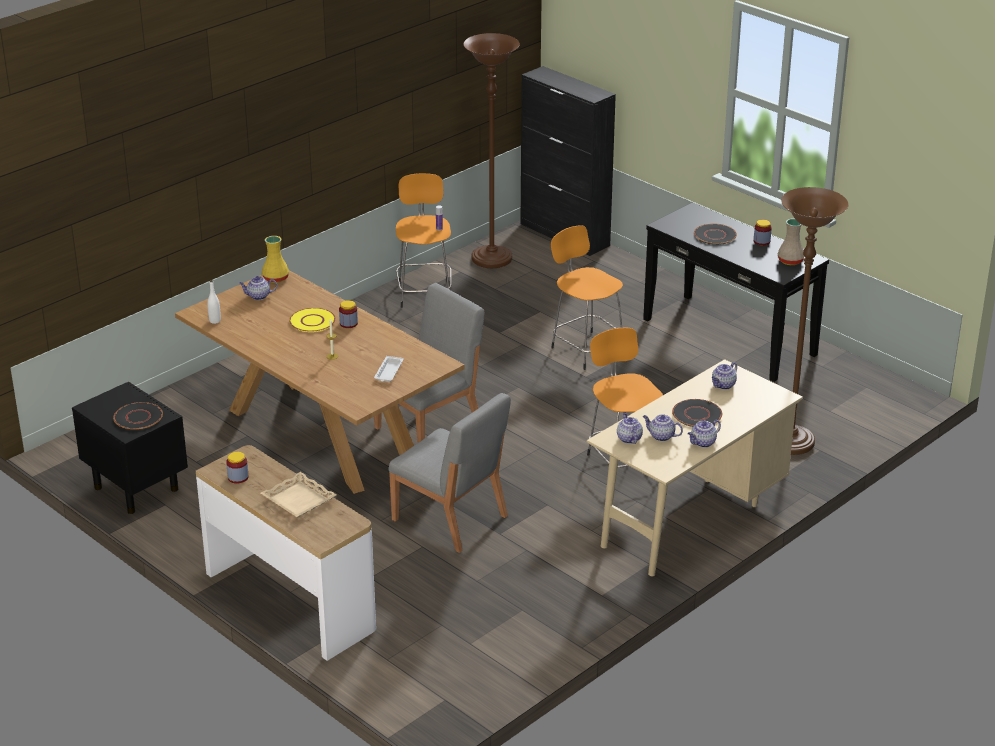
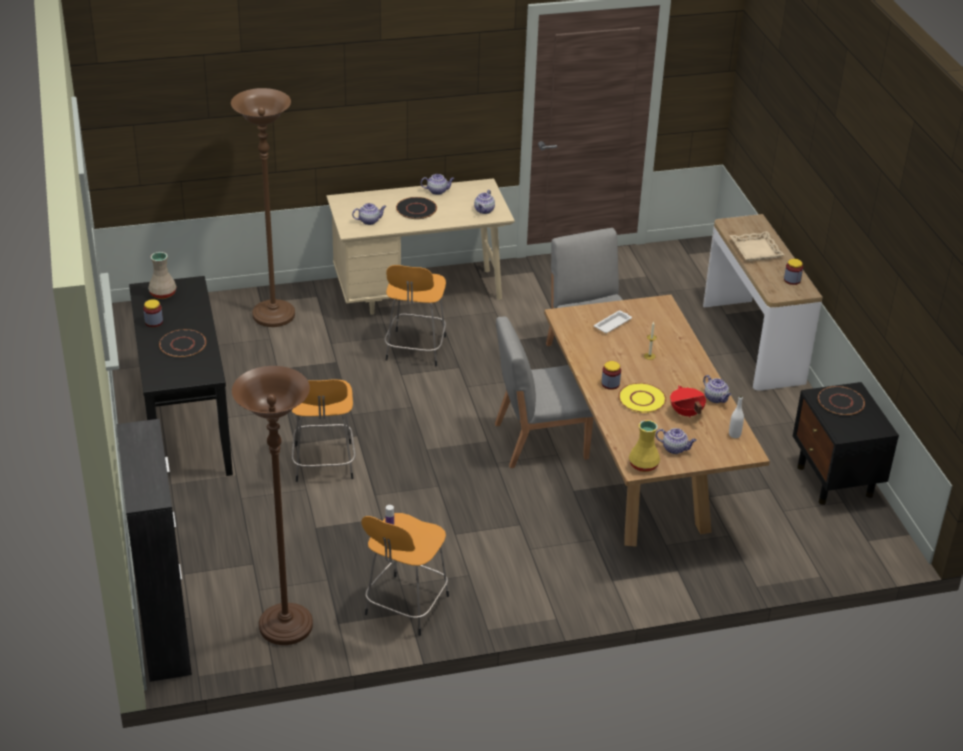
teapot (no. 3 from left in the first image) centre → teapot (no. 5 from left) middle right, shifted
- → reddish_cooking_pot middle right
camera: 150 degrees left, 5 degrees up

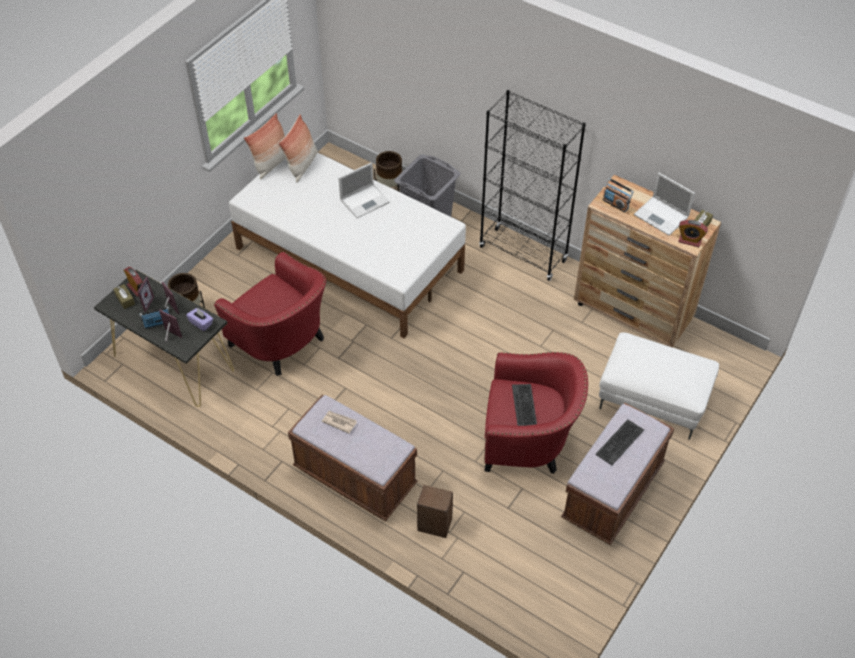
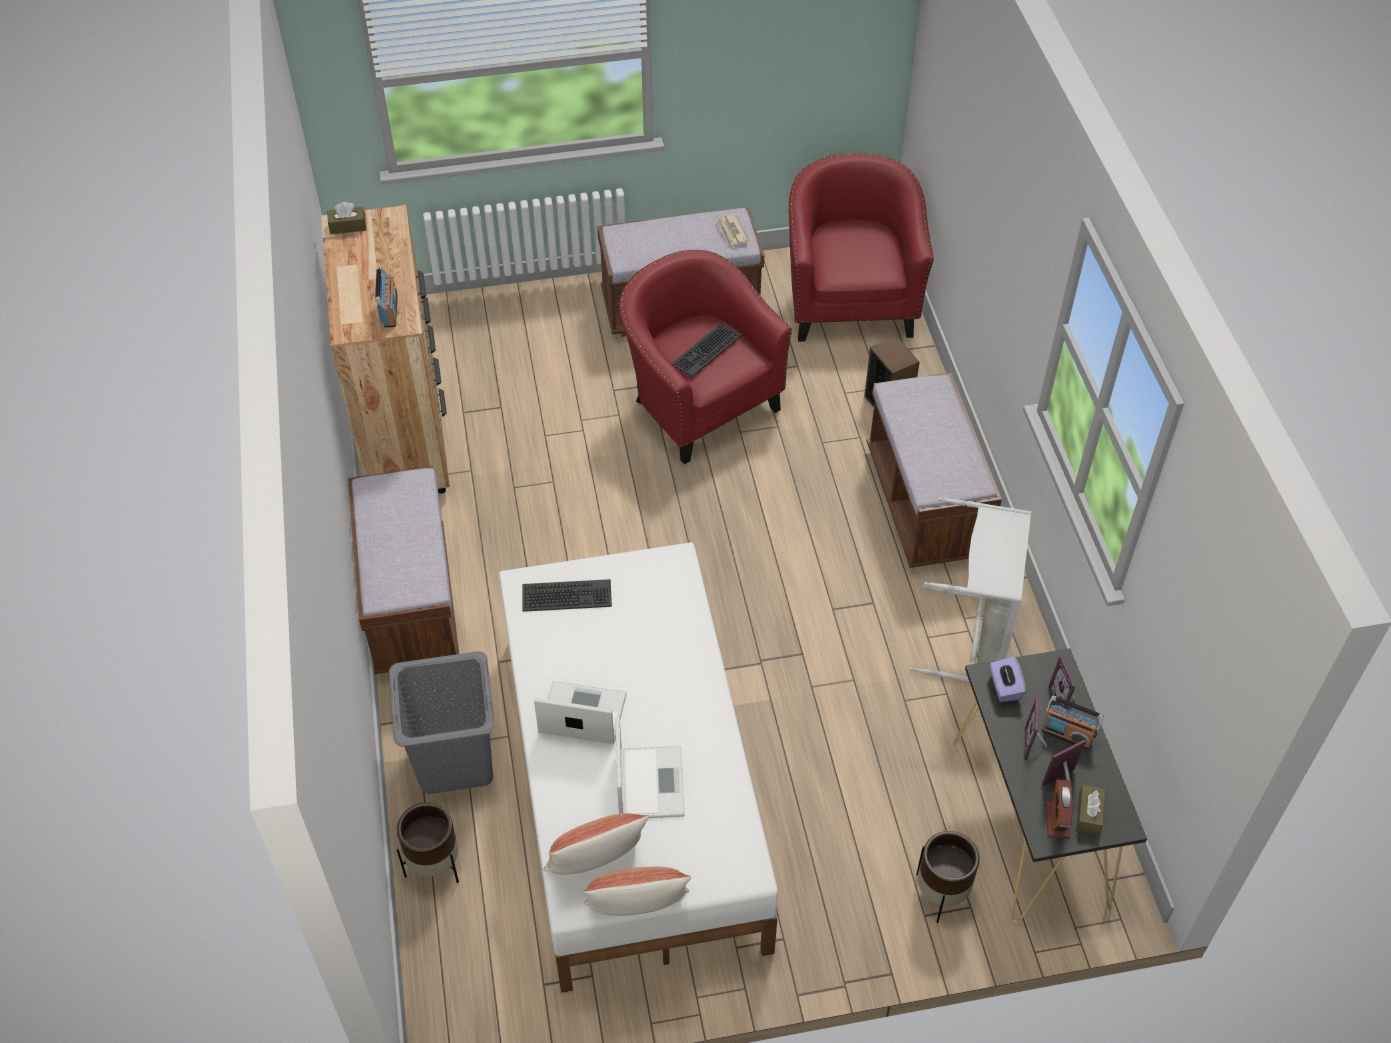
black_bookshelf top centre → brownish_bench (no. 1 from left) middle left
portable_computer (no. 2 from left) top right → portable_computer (no. 2 from left) bottom centre, shifted
table_clock (no. 2 from left) middle right → -
reddish_easy_chair (no. 1 from left in the first image) middle left → reddish_easy_chair (no. 2 from left) top centre, shifted
white_footrest middle right → -
printed_paper centre → printed_paper top centre, shifted
PC_keyboard (no. 2 from left in the first image) bottom right → PC_keyboard (no. 1 from left) centre, shifted
- → greyish_washing_basket (no. 2 from left) middle right
camera: 135 degrees left, 0 degrees up

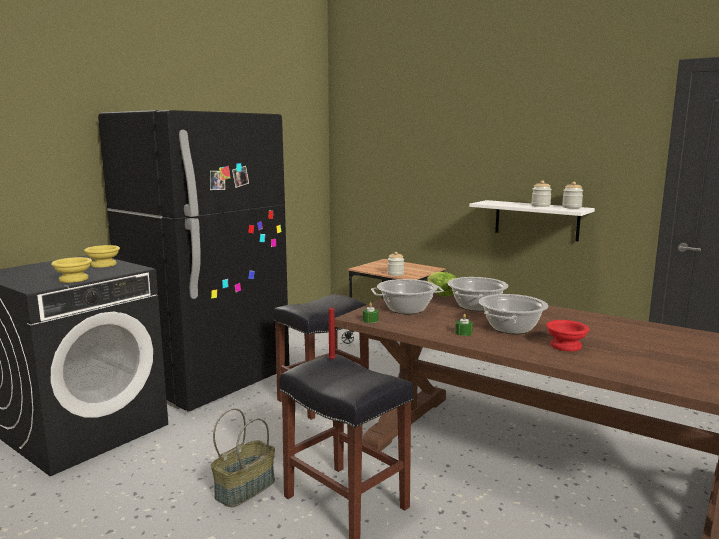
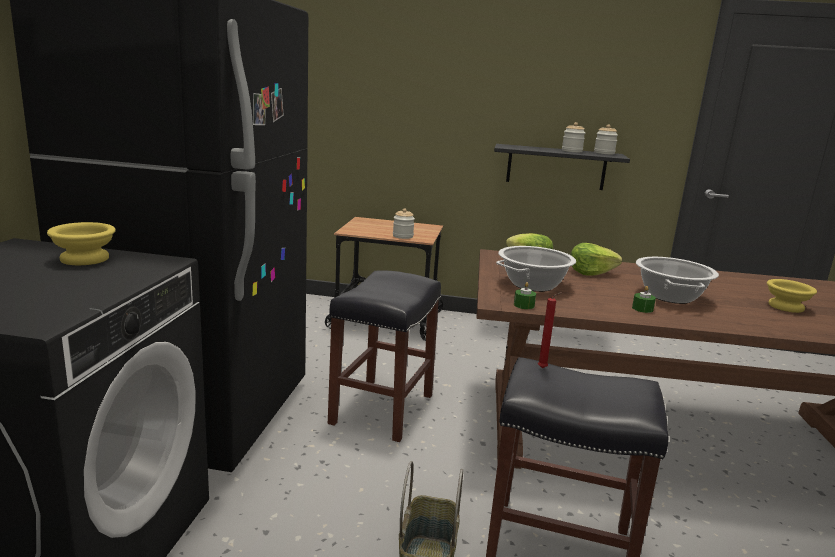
white_shelf middle right → black_shelf top right
yellow-coloured_bowl (no. 1 from left in the first image) middle left → yellow-coloured_bowl (no. 2 from left) middle right, shifted
cooking_pot (no. 2 from left) centre → lettuce_head (no. 2 from left) middle right
reddish_bowl middle right → -
camera: 30 degrees left, 5 degrees up

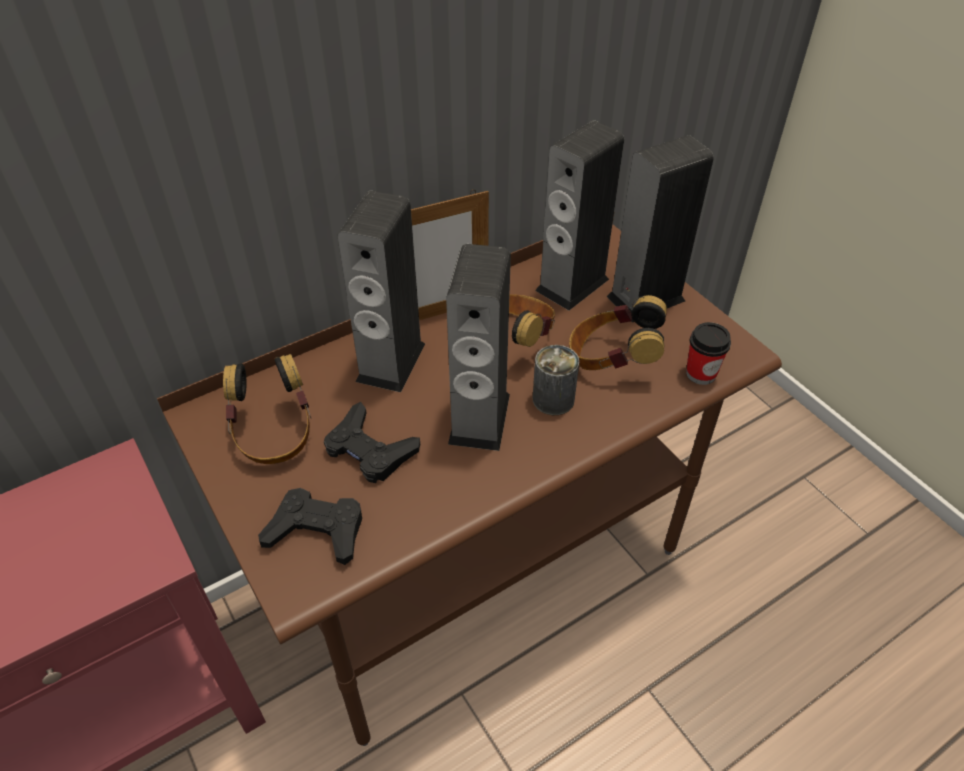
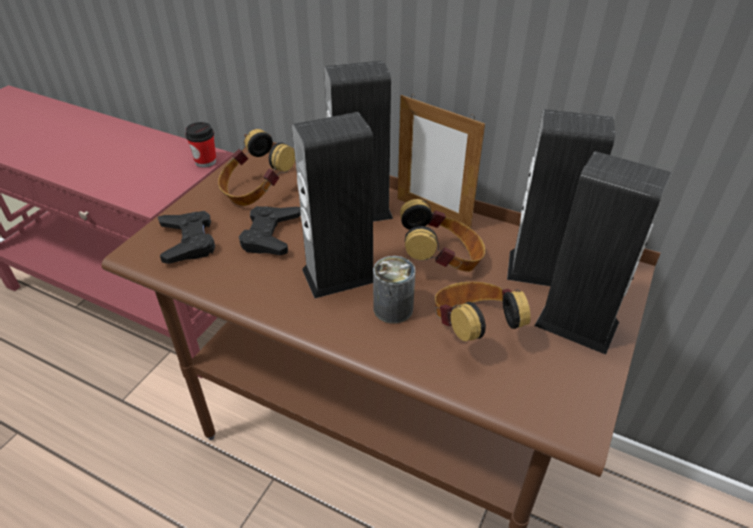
small_cup middle right → small_cup top left, shifted
camera: 60 degrees right, 5 degrees down

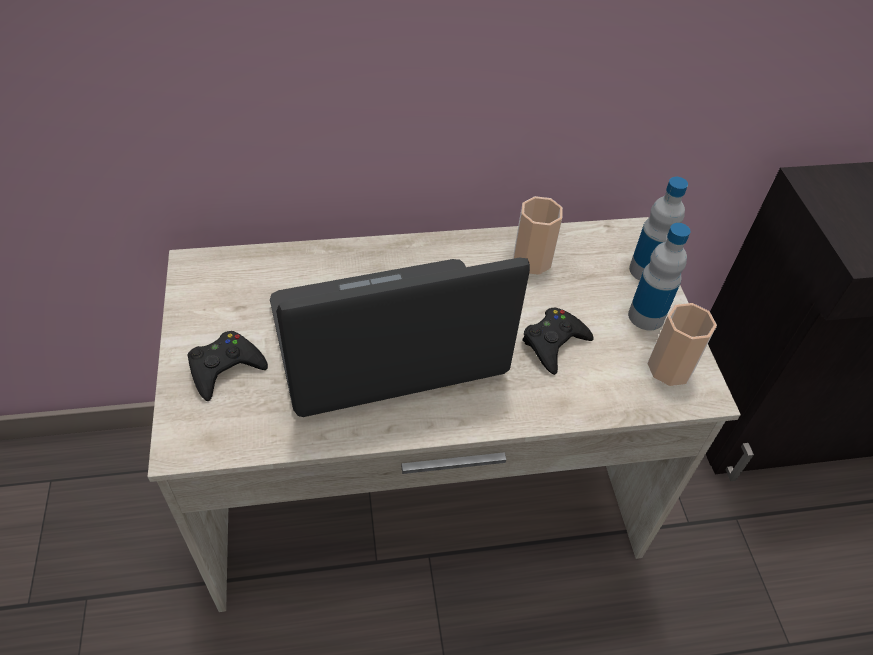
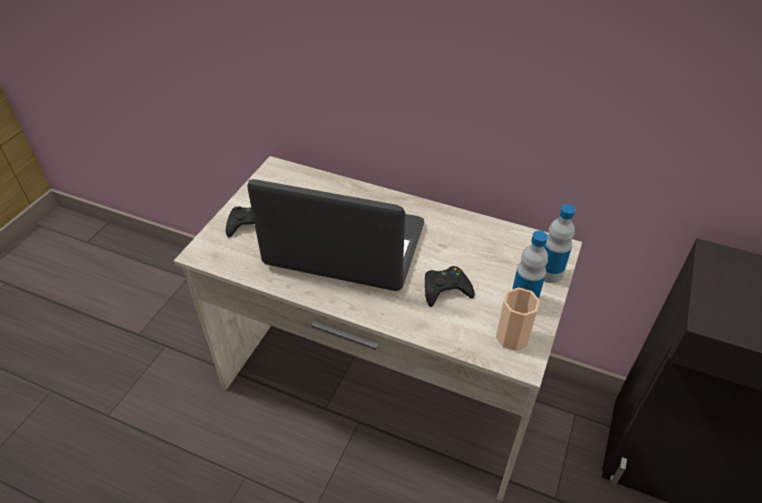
small_cup (no. 1 from left) centre → -
camera: 35 degrees right, 5 degrees down

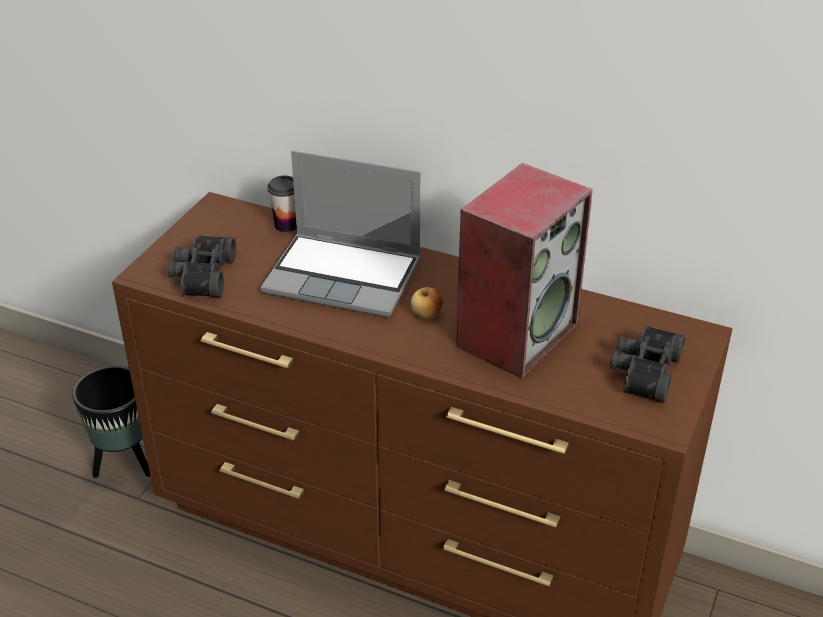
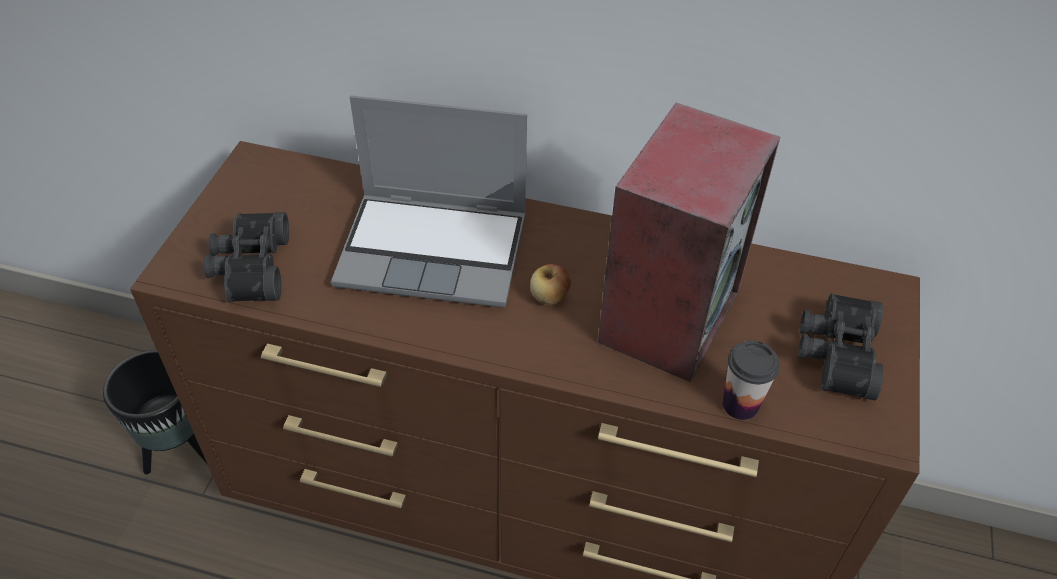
small_cup top centre → small_cup middle right, shifted
camera: 10 degrees left, 10 degrees up

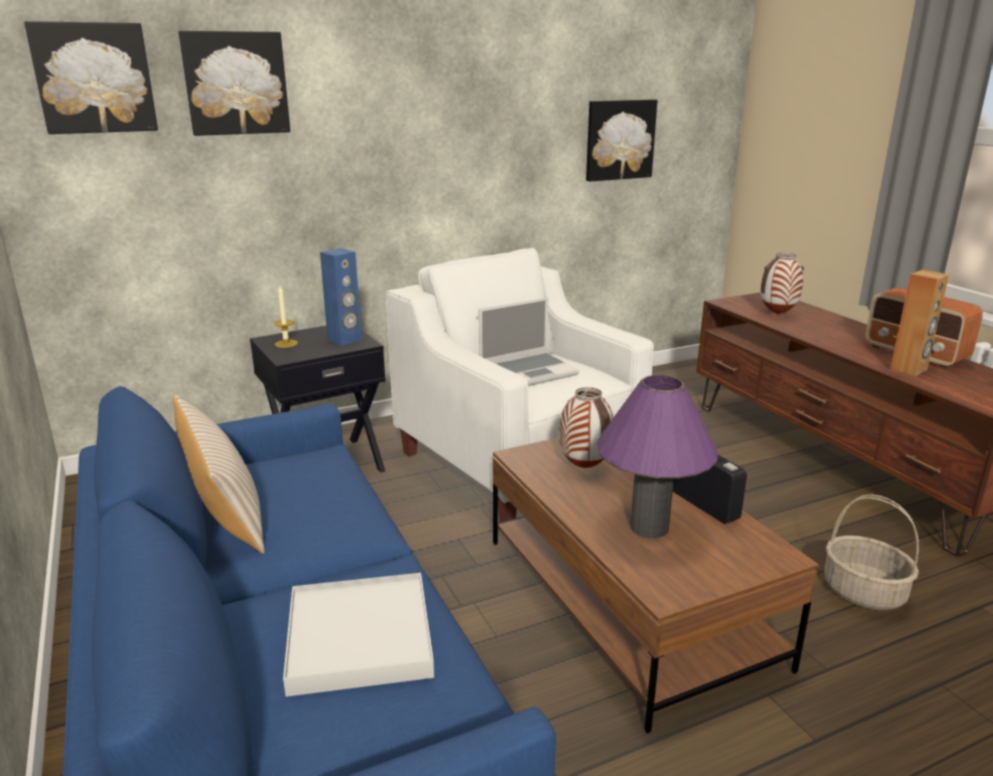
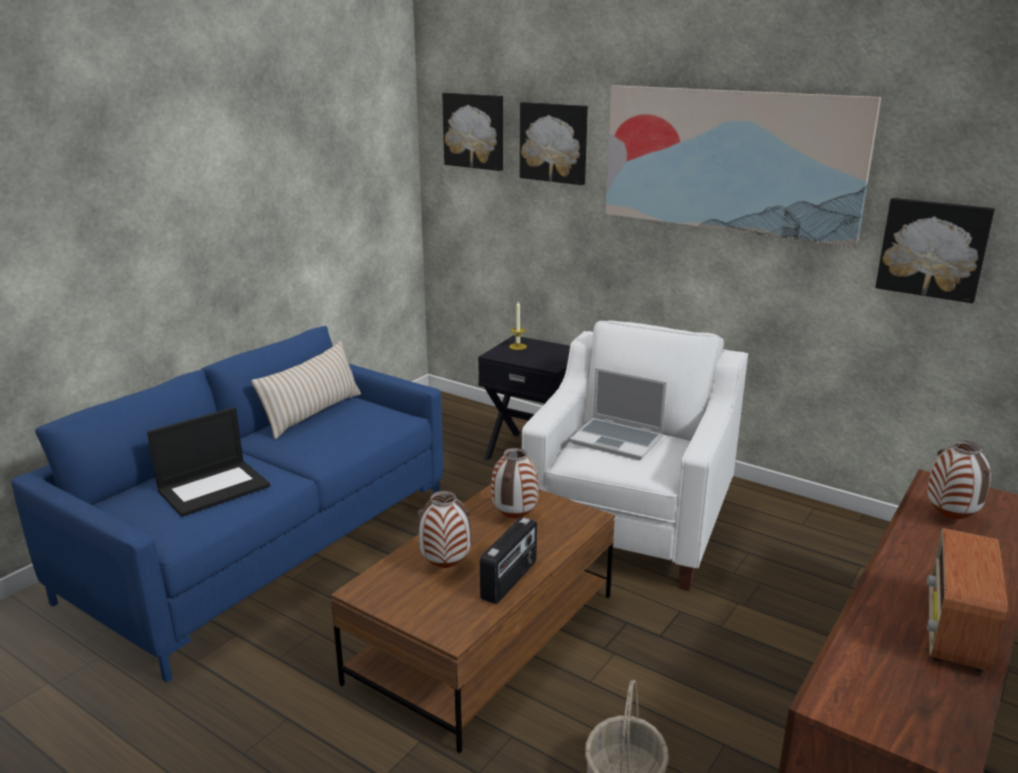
blue_audio_speaker centre → -
brownish_audio_speaker middle right → -
purple_table_lamp centre → flower_vase (no. 1 from left) bottom centre
white_tray bottom centre → portable_computer (no. 1 from left) middle left
- → wall_art (no. 3 from left) top right
camera: 60 degrees right, 0 degrees up

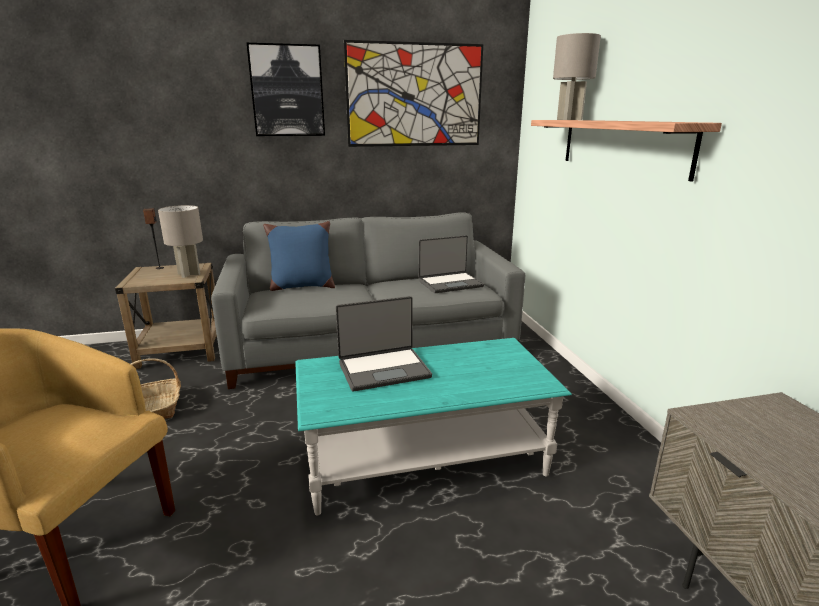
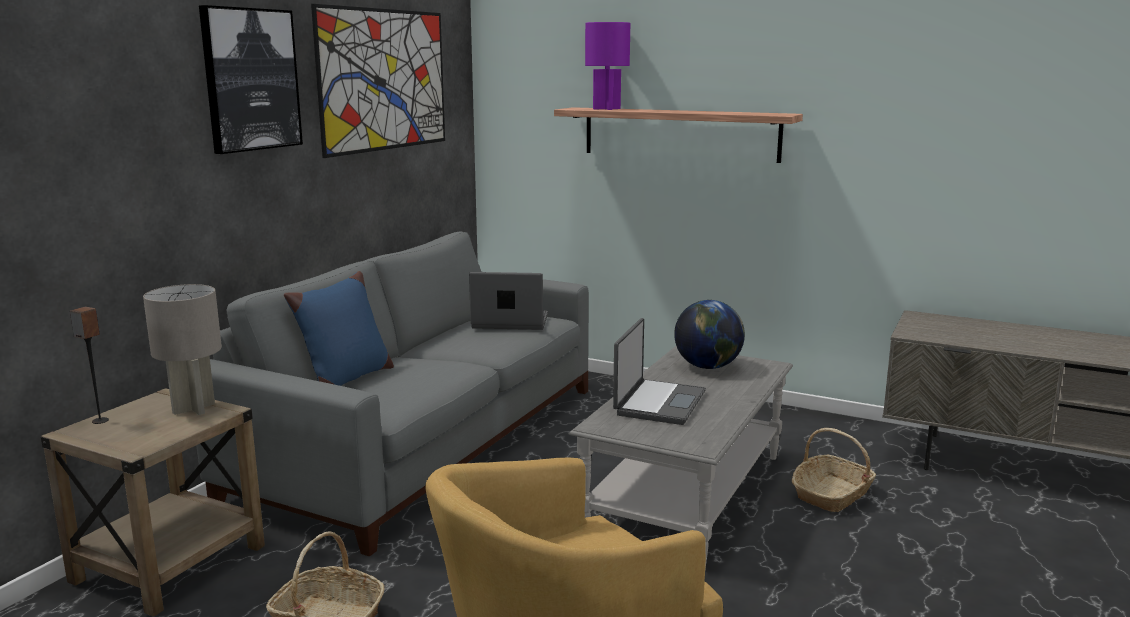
greyish_table_lamp (no. 2 from left) top right → purple_table_lamp top centre
portable_computer (no. 2 from left in the first image) centre → portable_computer (no. 1 from left) centre, 105 degrees counterclockwise
blue-green_coffee_table bottom centre → greyish_coffee_table bottom centre
- → desk_globe centre
- → storage_basket (no. 2 from left) bottom right
camera: 50 degrees left, 5 degrees down

